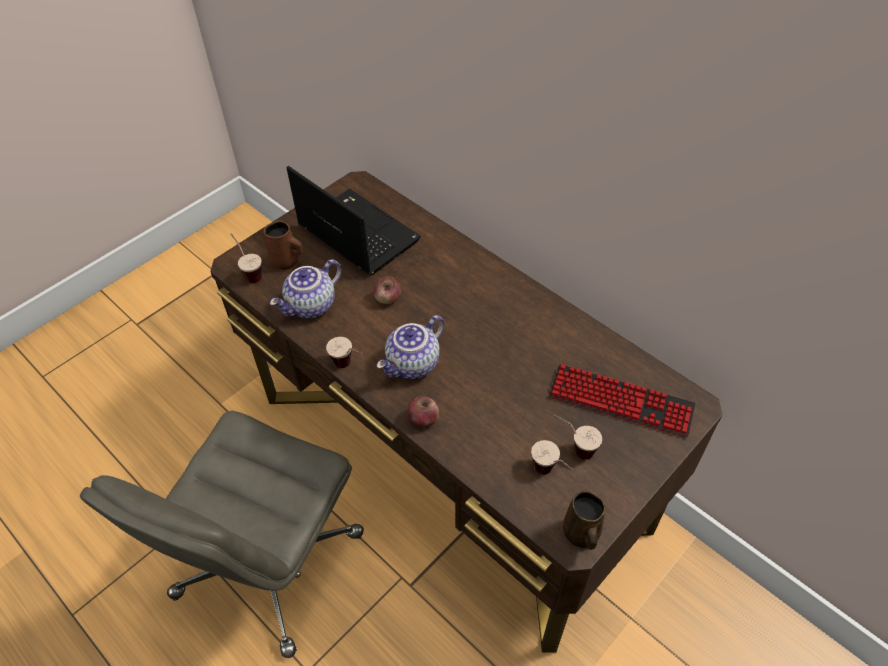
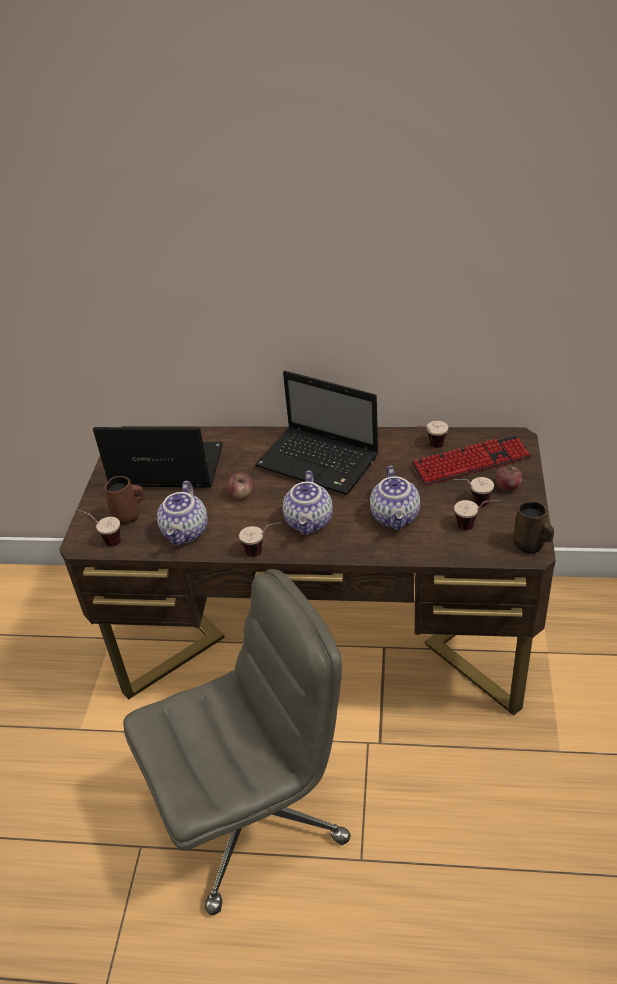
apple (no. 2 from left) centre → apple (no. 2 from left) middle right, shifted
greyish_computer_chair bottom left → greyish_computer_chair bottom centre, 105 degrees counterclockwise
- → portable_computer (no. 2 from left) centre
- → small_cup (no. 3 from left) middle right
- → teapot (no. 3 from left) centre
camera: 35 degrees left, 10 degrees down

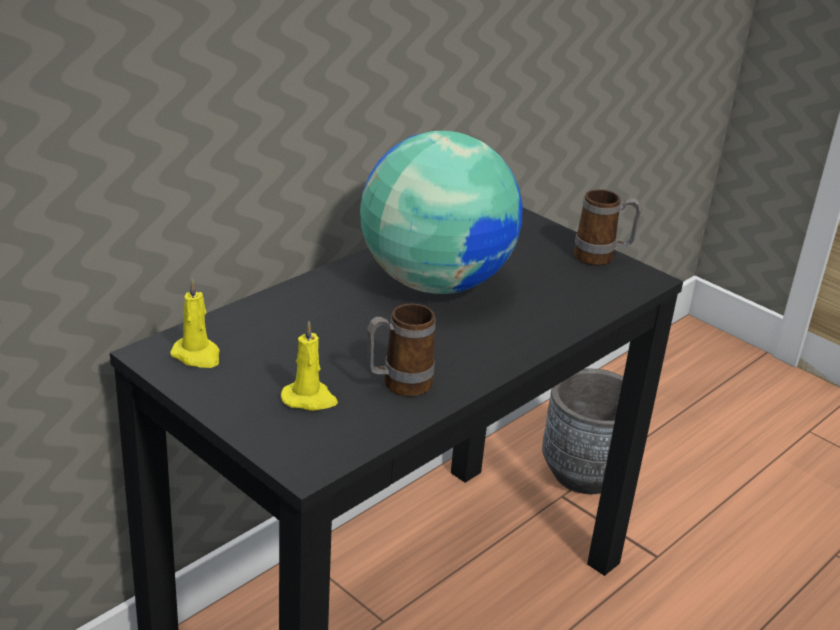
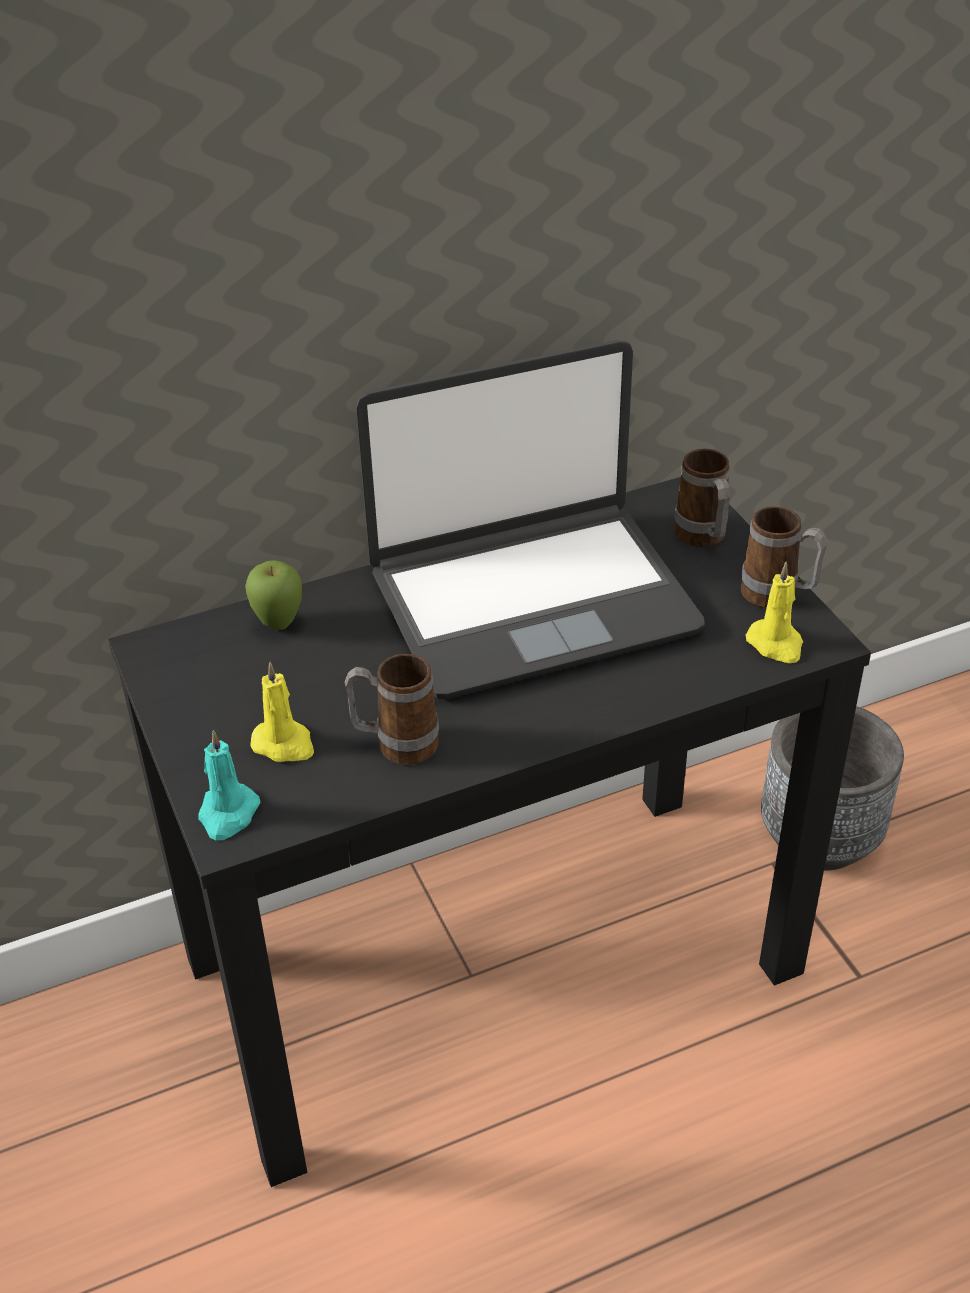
desk_globe centre → portable_computer centre
yellow-coloured_wax_light (no. 1 from left in the first image) middle left → yellow-coloured_wax_light (no. 2 from left) middle right, shifted
- → coffee_mug (no. 2 from left) middle right
- → apple middle left
- → blue-green_wax_light middle left
camera: 25 degrees right, 10 degrees up

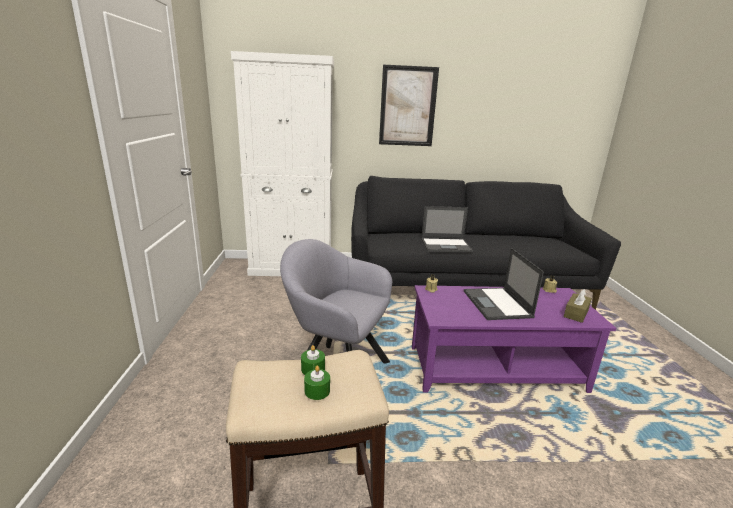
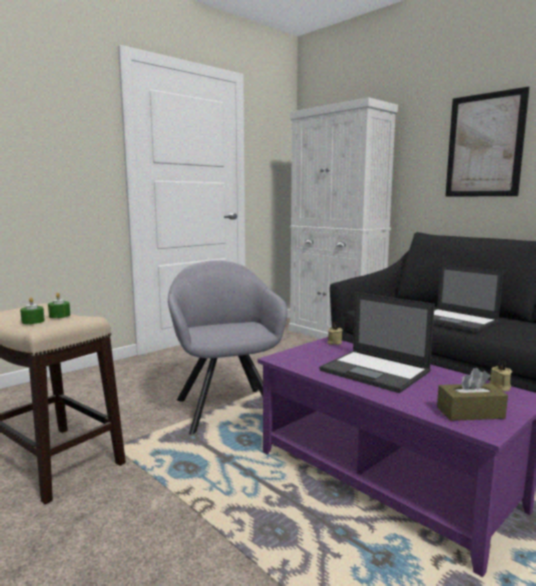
portable_computer (no. 2 from left in the first image) middle right → portable_computer (no. 1 from left) middle right, 90 degrees counterclockwise
camera: 50 degrees right, 10 degrees down

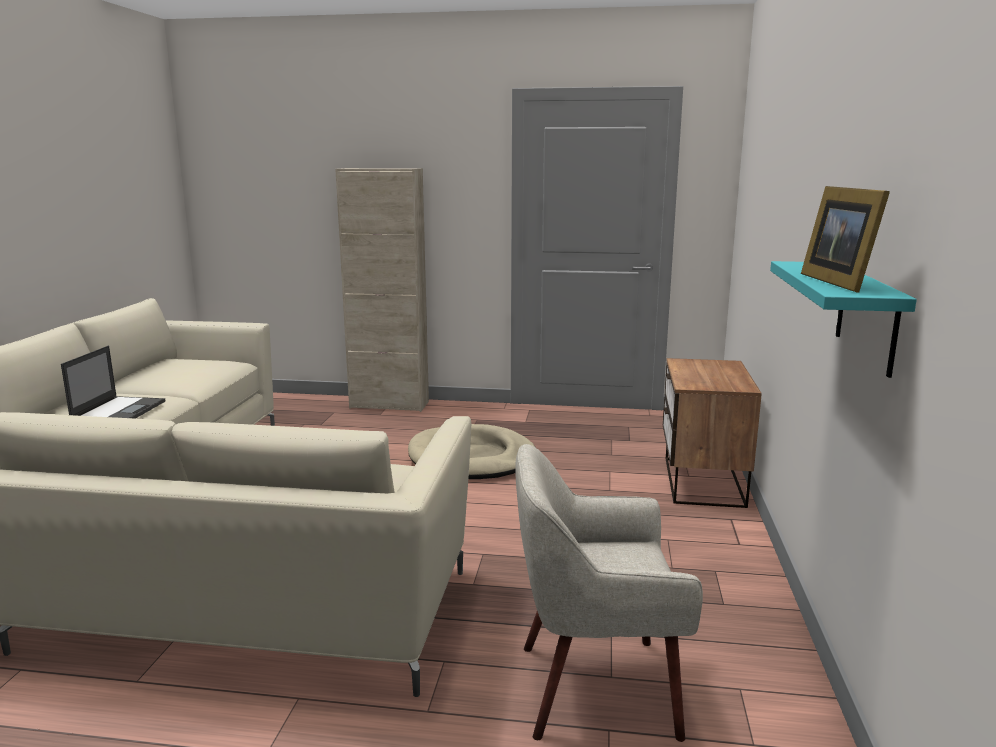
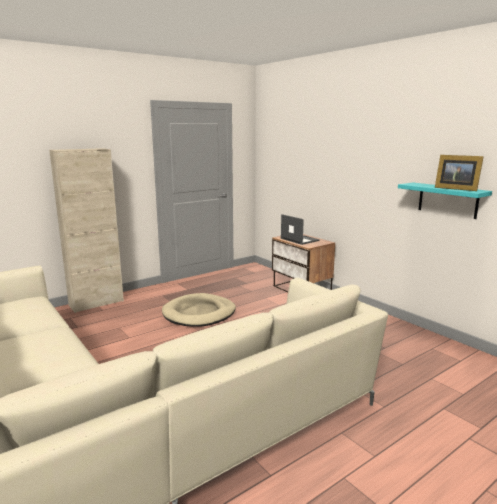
portable_computer middle left → portable_computer centre, shifted
sand-coloured_easy_chair bottom centre → -
camera: 45 degrees left, 0 degrees up

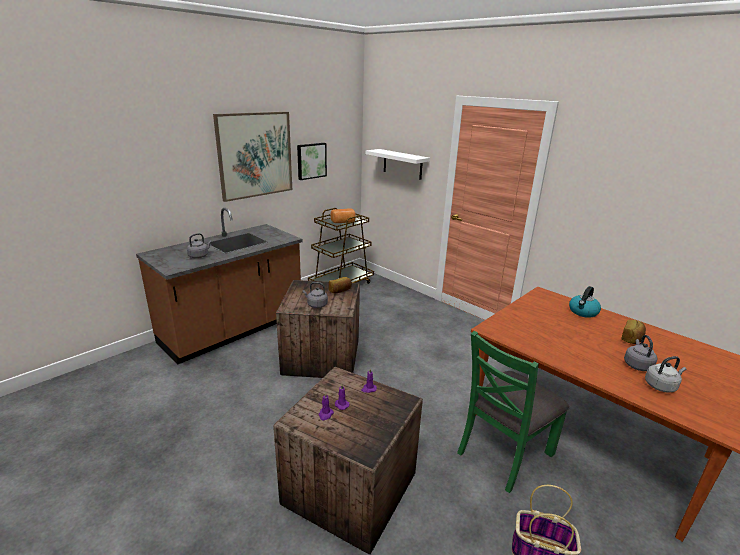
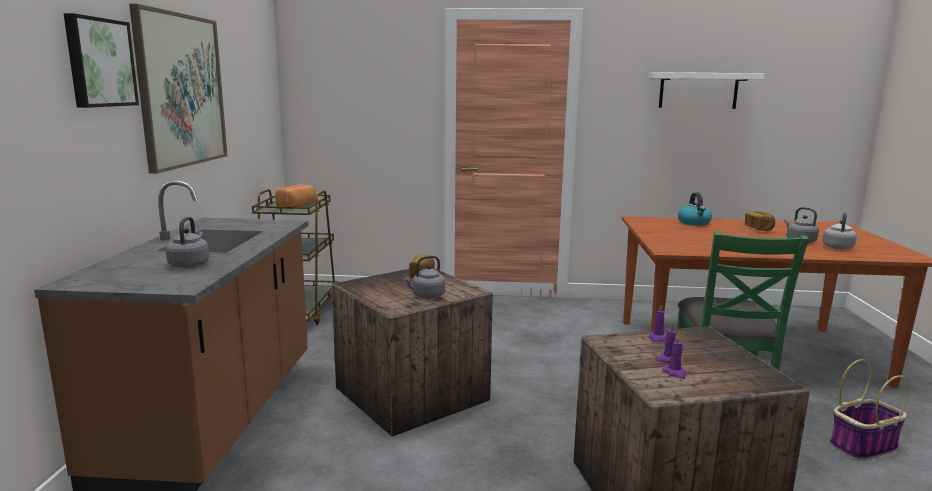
wall_art (no. 2 from left in the first image) top centre → wall_art (no. 1 from left) top left, shifted
white_shelf top centre → white_shelf top right, shifted
camera: 40 degrees left, 10 degrees down

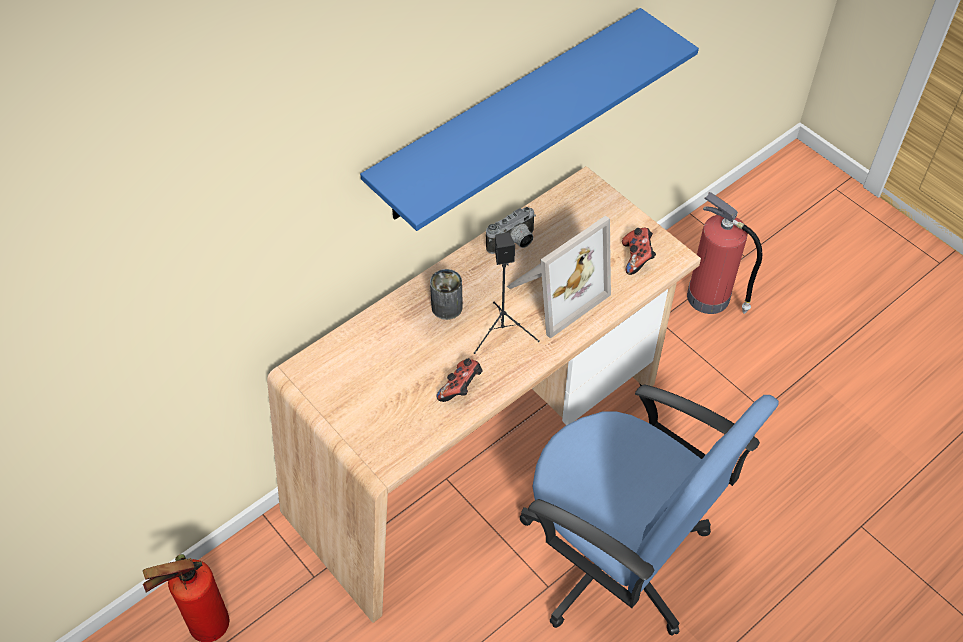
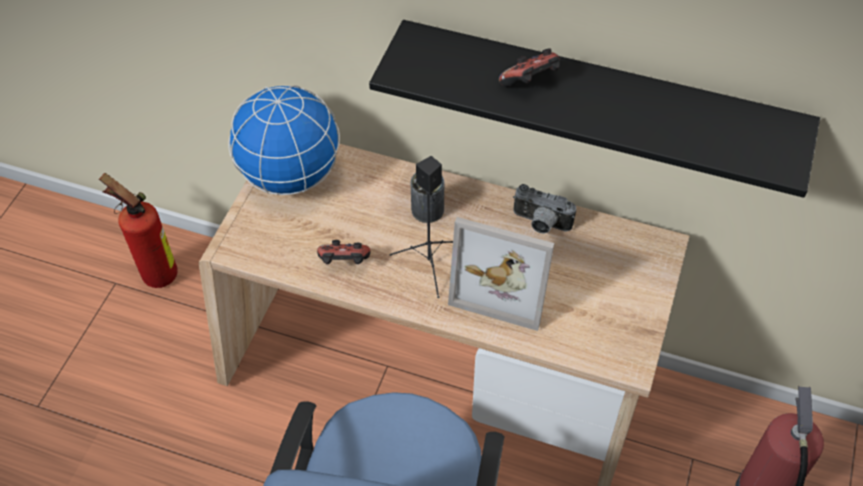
blue_shelf top centre → black_shelf top right
gamepad (no. 2 from left) centre → gamepad (no. 2 from left) top centre, shifted
- → desk_globe top left
camera: 60 degrees right, 0 degrees up

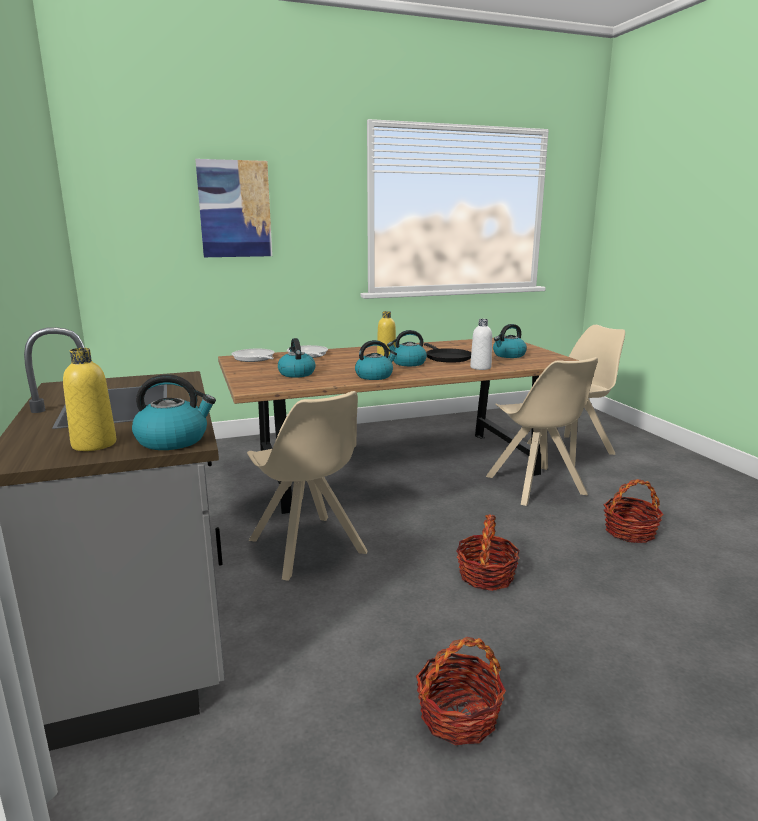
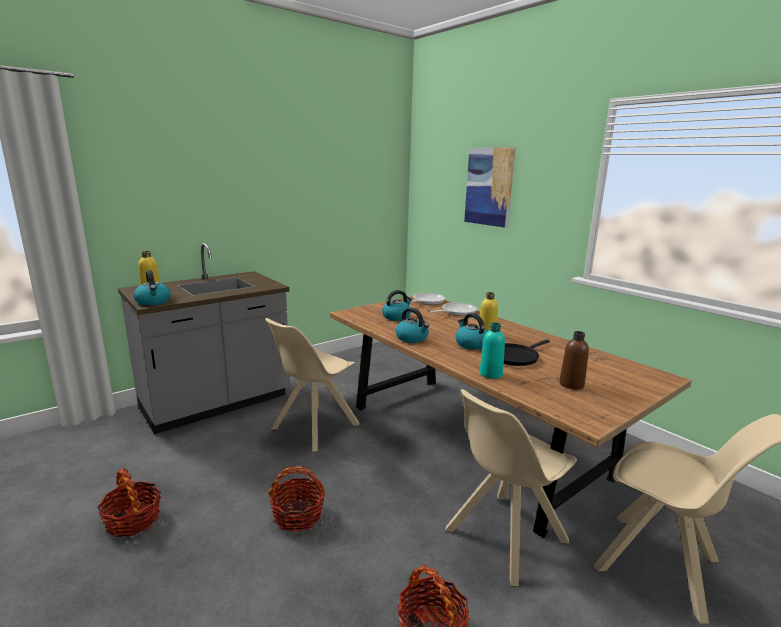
white_bottle centre → blue-green_bottle centre
kettle (no. 5 from left) middle right → brownish_bottle middle right
camera: 70 degrees right, 0 degrees up

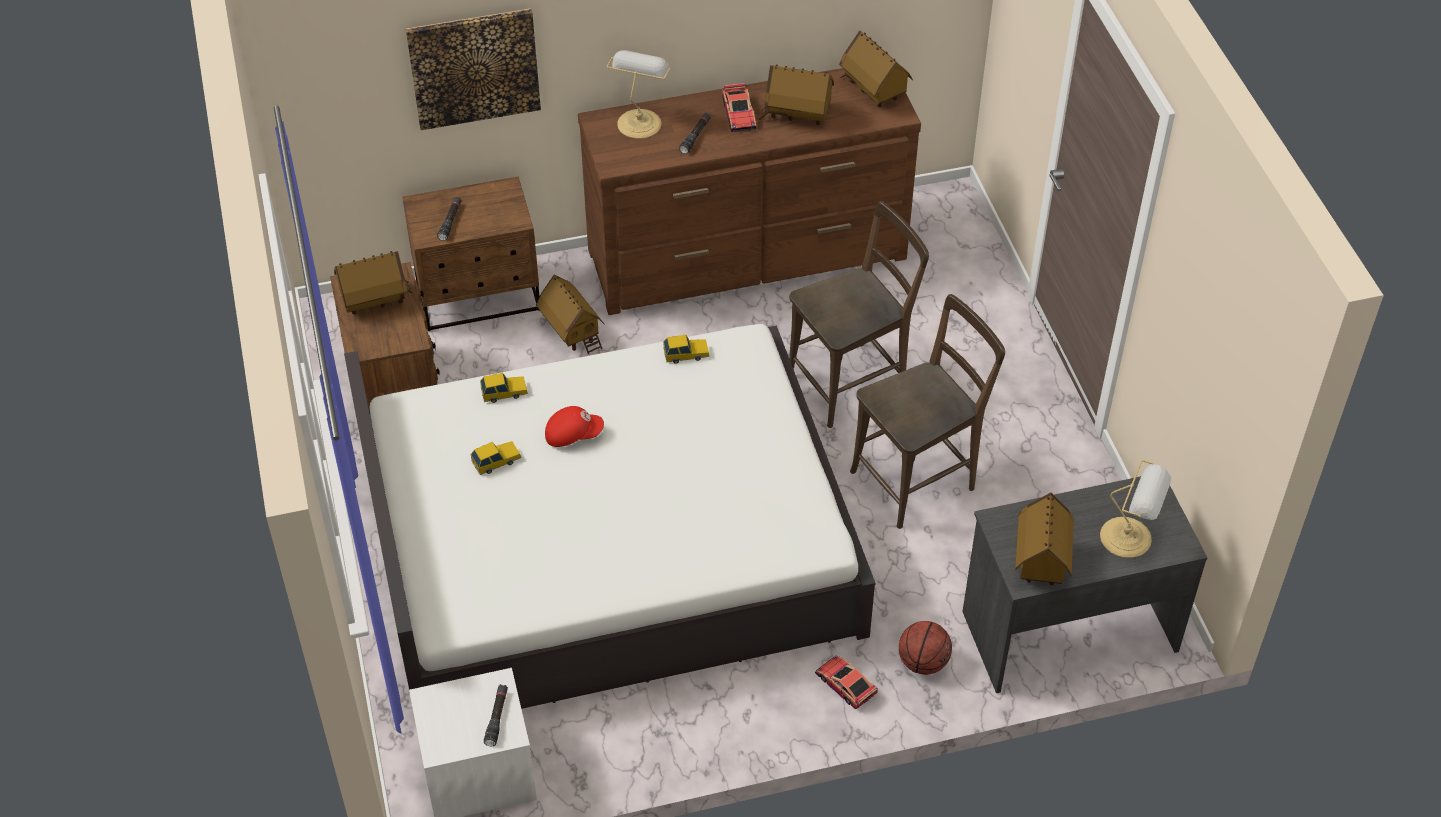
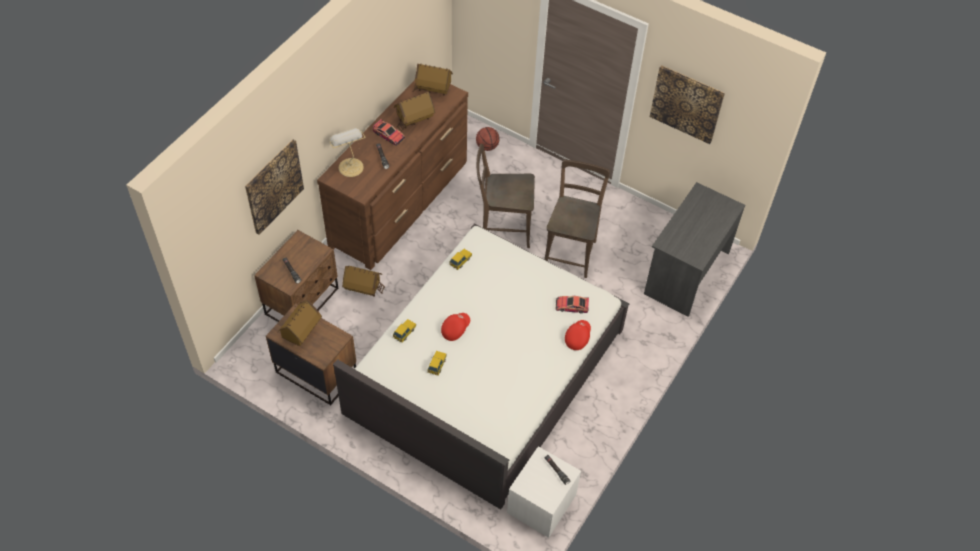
brownish_upright_chair (no. 1 from left) centre, 105 degrees counterclockwise
table_lamp (no. 2 from left) middle right → -
miniature_house (no. 5 from left) middle right → -
basketball_ball bottom centre → basketball_ball top centre, shifted
miniature_car (no. 5 from left) bottom centre → miniature_car (no. 5 from left) centre, shifted
- → wall_art (no. 2 from left) top right
- → reddish_peaked_cap (no. 2 from left) centre
camera: 45 degrees left, 5 degrees up

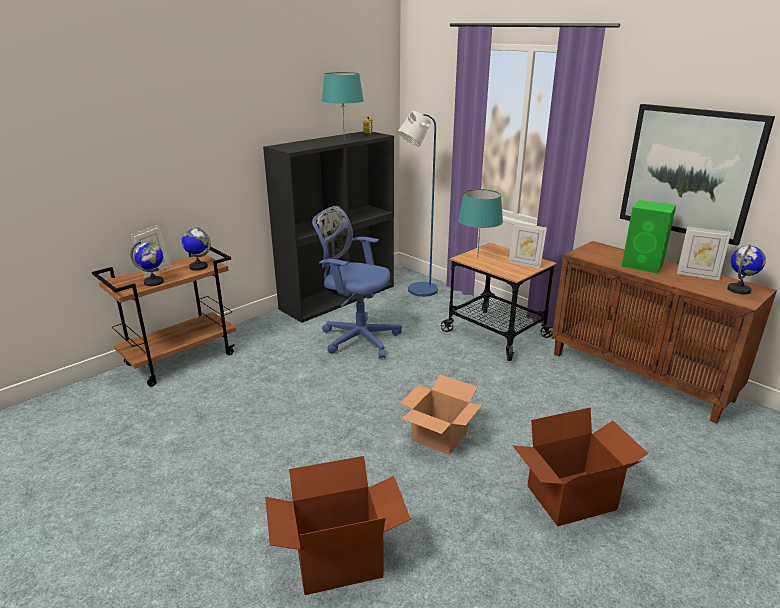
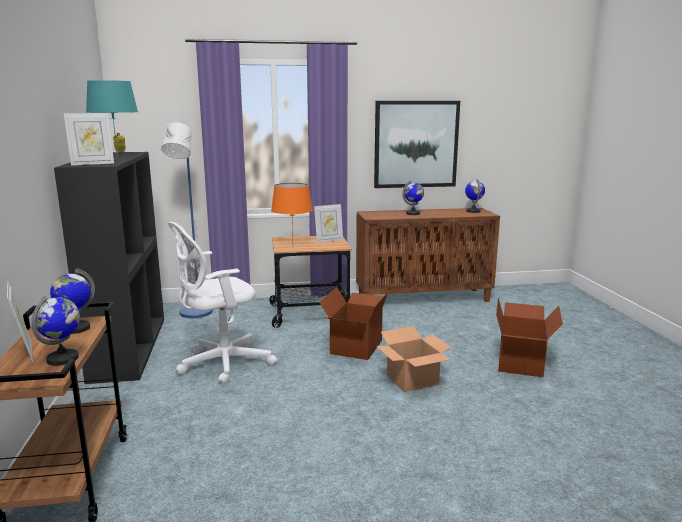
blue-green_table_lamp (no. 2 from left) centre → orange_table_lamp centre
green-coloured_audio_speaker middle right → desk_globe (no. 3 from left) centre
blue_computer_chair centre → white_computer_chair middle left
photo_frame (no. 3 from left in the first image) middle right → photo_frame (no. 2 from left) top left, shifted
packing_box (no. 1 from left) bottom centre → packing_box (no. 1 from left) centre, shifted
camera: 55 degrees left, 10 degrees down

